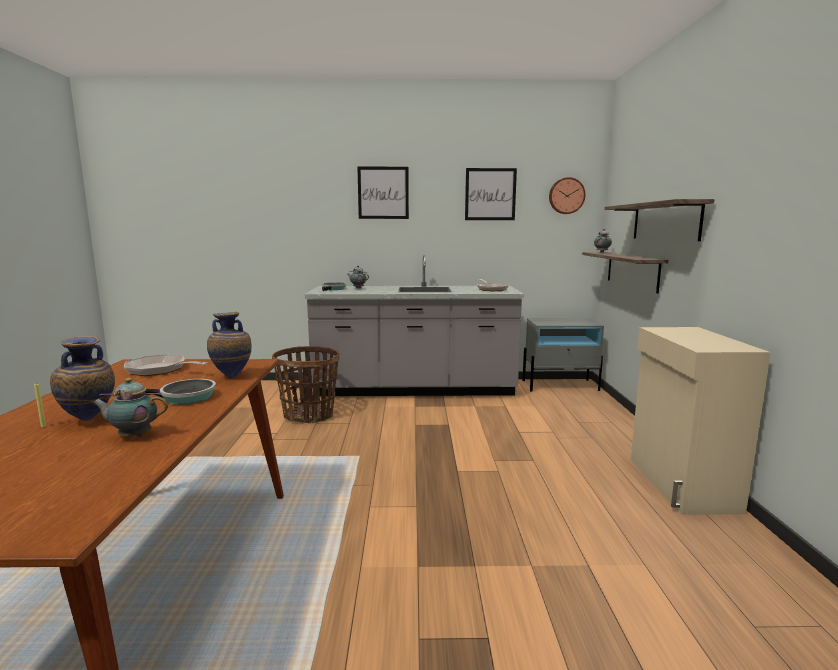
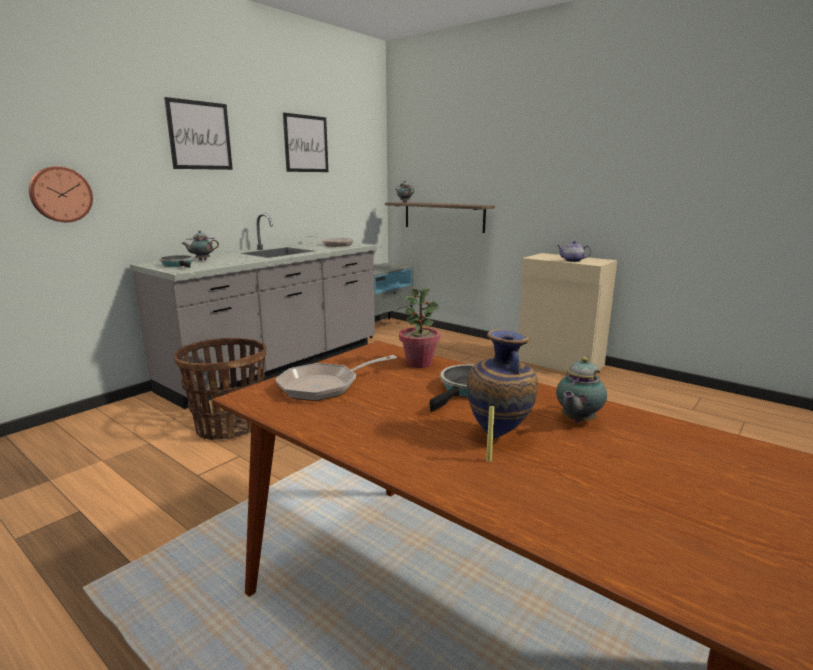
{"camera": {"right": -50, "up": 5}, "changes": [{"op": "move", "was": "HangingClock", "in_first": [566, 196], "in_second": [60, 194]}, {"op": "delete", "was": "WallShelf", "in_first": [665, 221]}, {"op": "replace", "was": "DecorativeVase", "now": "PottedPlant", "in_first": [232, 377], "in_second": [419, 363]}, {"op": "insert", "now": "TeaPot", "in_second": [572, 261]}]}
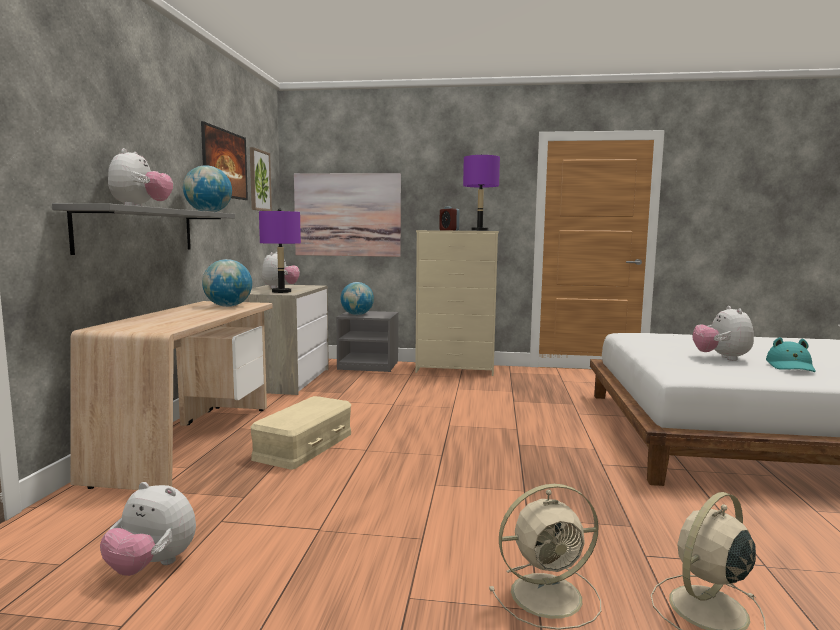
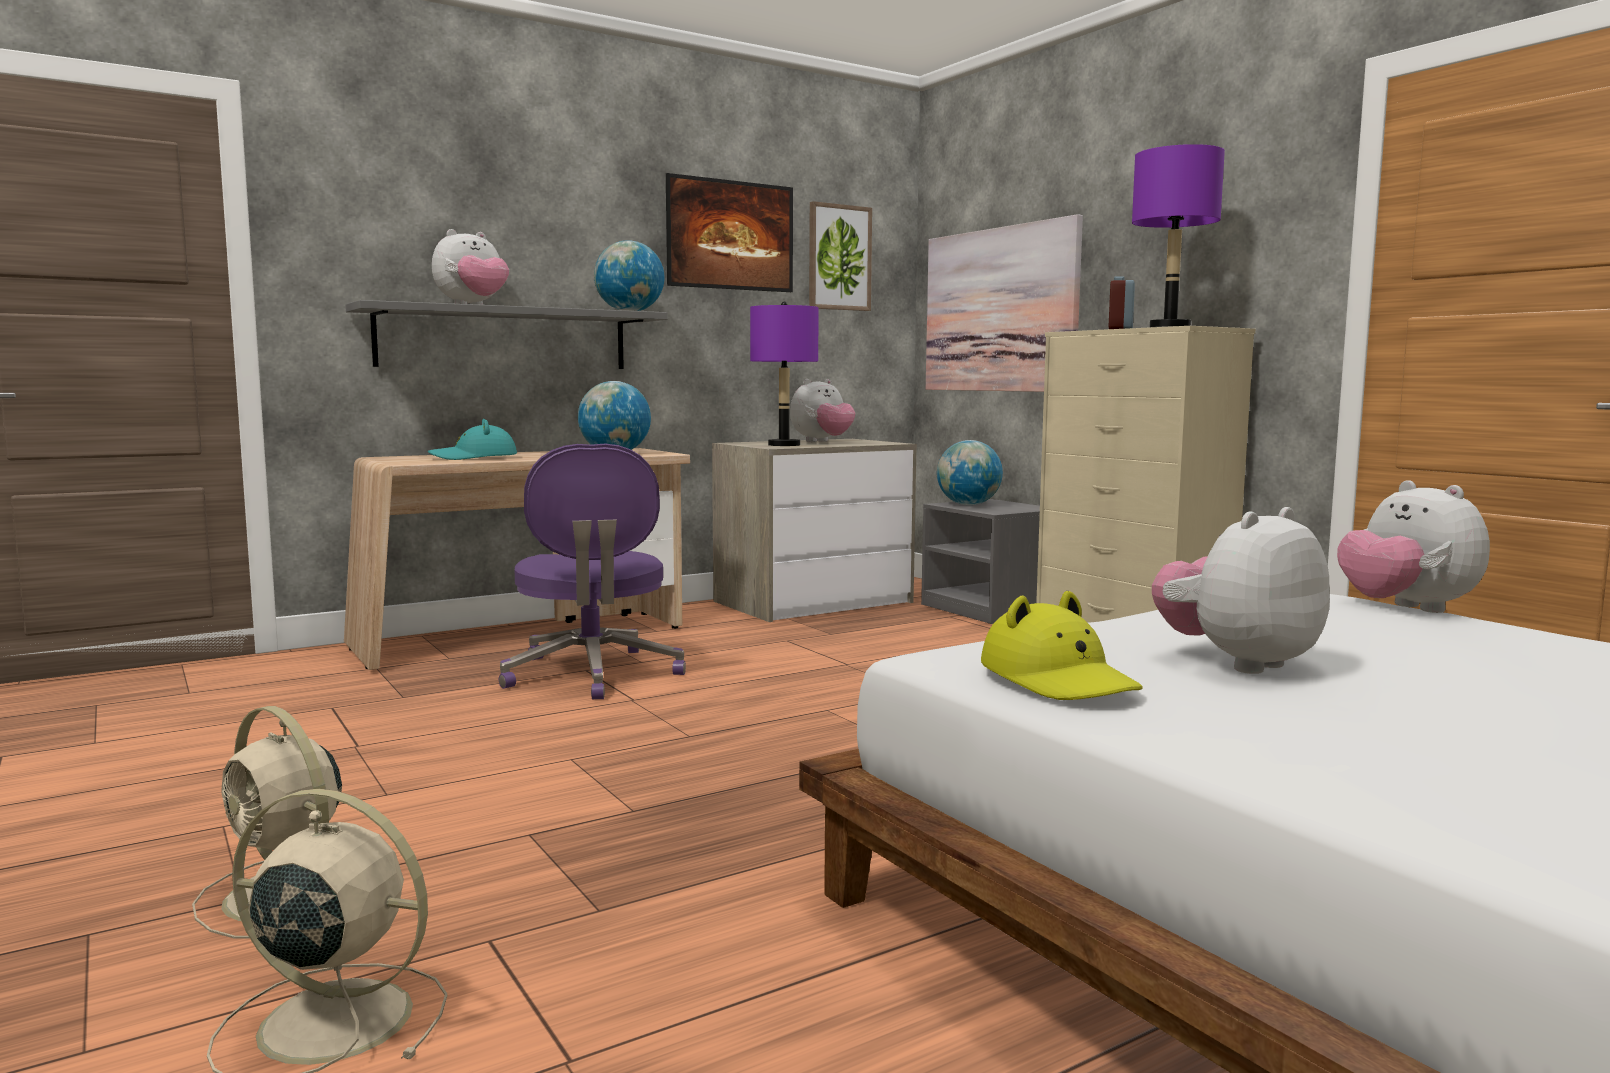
{"camera": {"right": 50, "up": 0}, "changes": [{"op": "move", "was": "TurquoiseClothingHat", "in_first": [791, 366], "in_second": [474, 457]}, {"op": "replace", "was": "BeigeStorageContainer", "now": "PurplishDeskChair", "in_first": [305, 446], "in_second": [592, 674]}, {"op": "move", "was": "CuddlyToy", "in_first": [152, 566], "in_second": [1406, 609]}, {"op": "insert", "now": "YellowishClothingHat", "in_second": [1059, 679]}]}
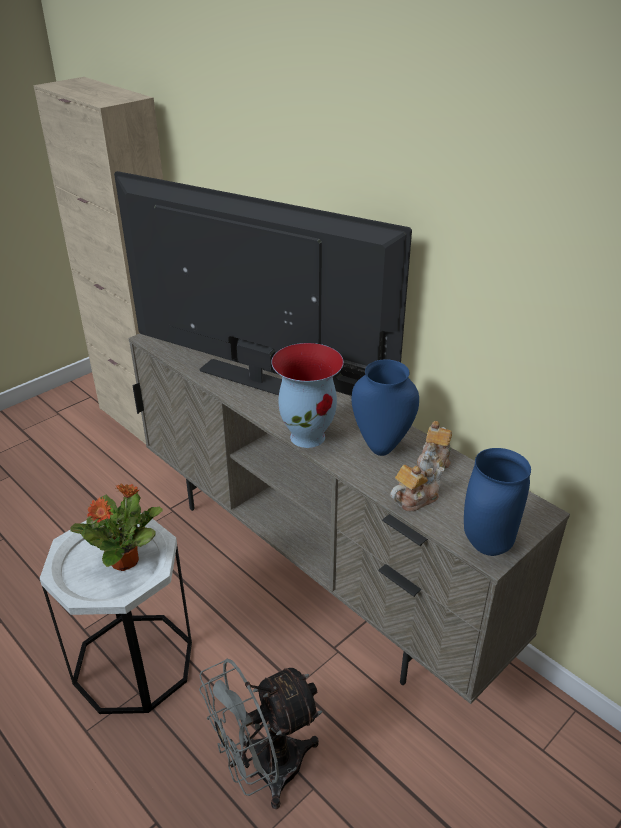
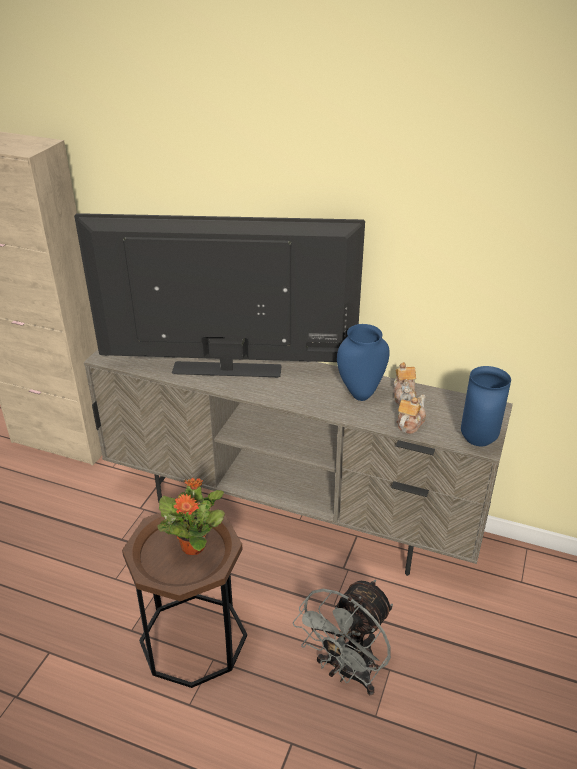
{"camera": {"right": -25, "up": 0}, "changes": [{"op": "delete", "was": "DecorativeVase", "in_first": [308, 436]}, {"op": "recolor", "was": "WhitishEndTable", "now": "BrownishEndTable", "in_first": [133, 663], "in_second": [193, 639]}]}
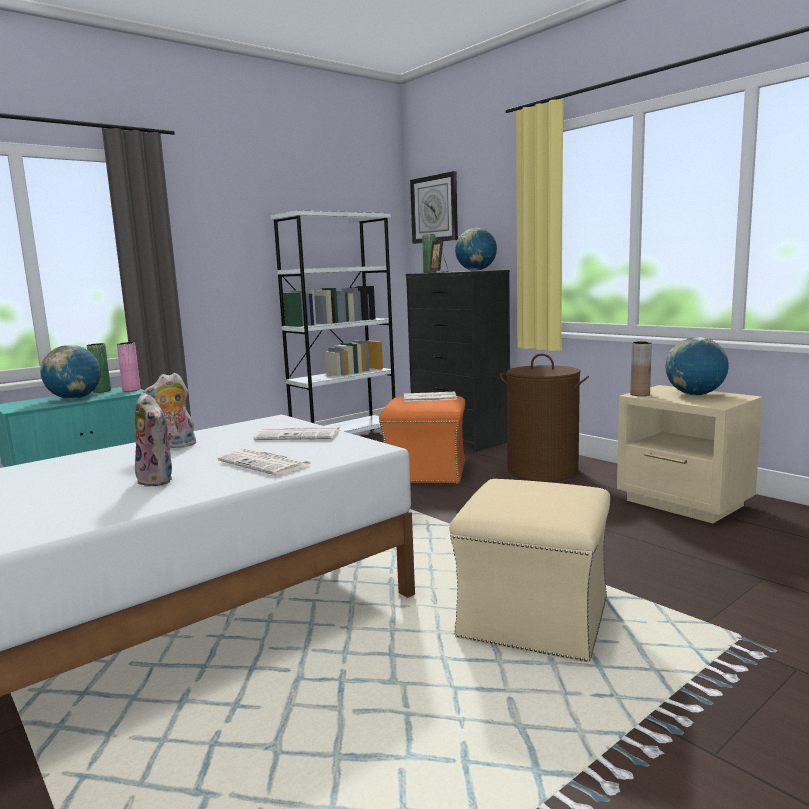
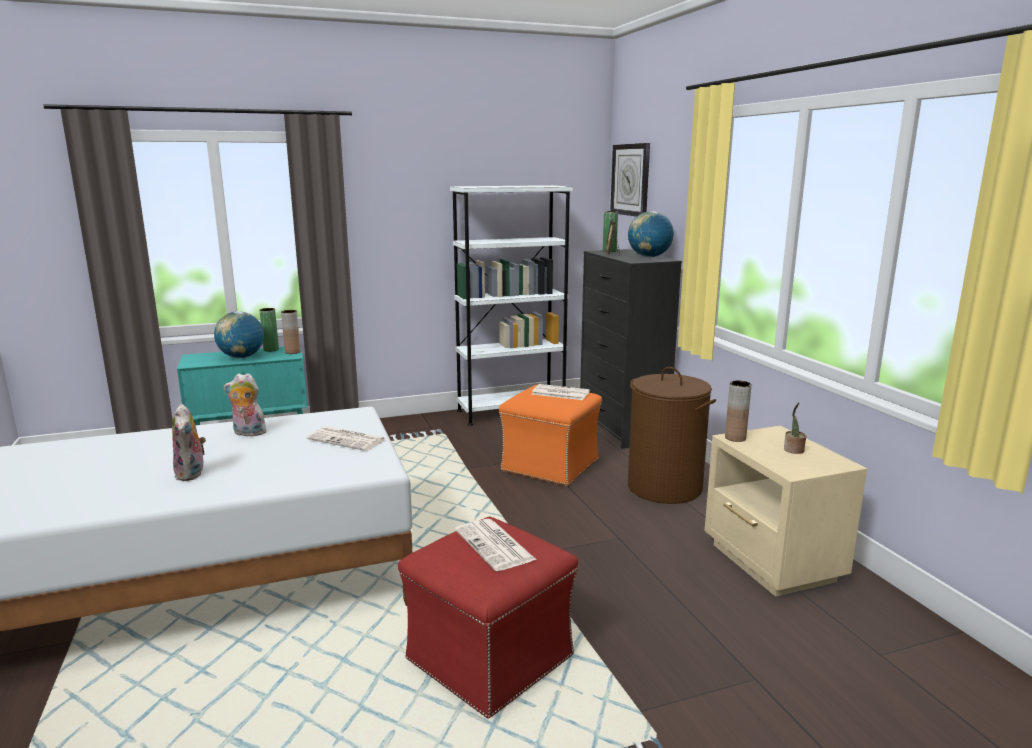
{"camera": {"right": 20, "up": 5}, "changes": [{"op": "replace", "was": "WorldGlobe", "now": "PottedPlant", "in_first": [695, 395], "in_second": [793, 450]}, {"op": "recolor", "was": "PinkColouredDecorativeVase", "now": "BrownishDecorativeVase", "in_first": [131, 390], "in_second": [292, 352]}, {"op": "move", "was": "Newspaper", "in_first": [266, 463], "in_second": [495, 545]}, {"op": "recolor", "was": "BeigeFootrest", "now": "RedColouredFootrest", "in_first": [533, 619], "in_second": [488, 659]}]}
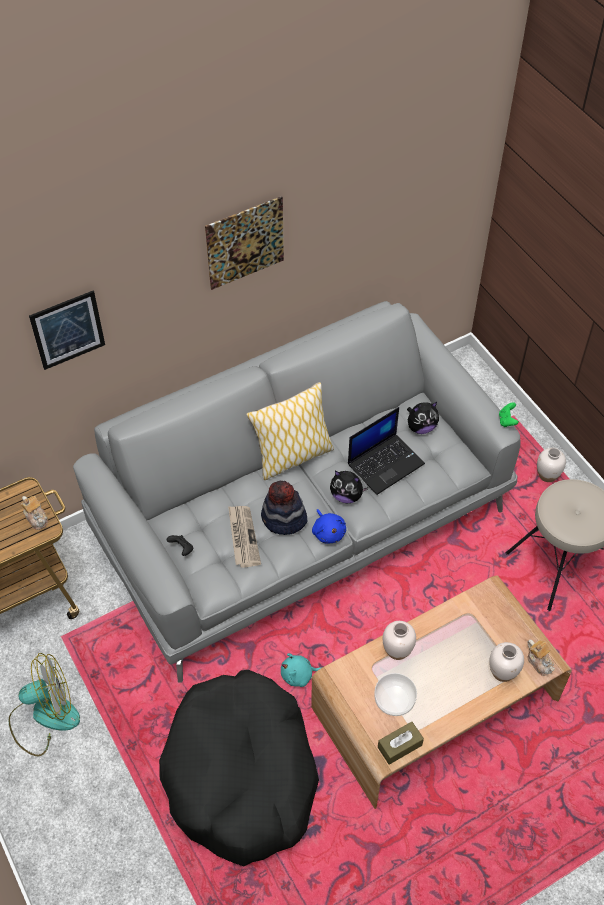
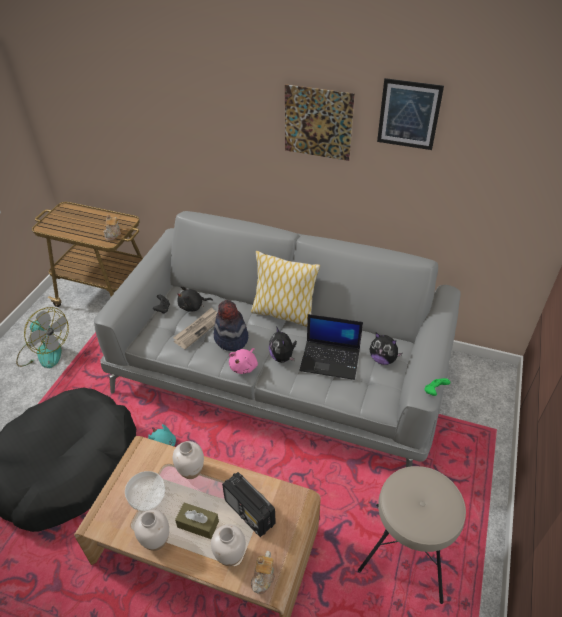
{"camera": {"right": 50, "up": -10}, "changes": [{"op": "move", "was": "WallArt", "in_first": [68, 330], "in_second": [409, 114]}, {"op": "move", "was": "WhitishDecorativeVase", "in_first": [547, 475], "in_second": [156, 540]}, {"op": "recolor", "was": "BluishCuddlyToy", "now": "PinkColouredCuddlyToy", "in_first": [328, 532], "in_second": [244, 366]}, {"op": "move", "was": "BrownishBoxOfTissues", "in_first": [399, 746], "in_second": [198, 524]}, {"op": "insert", "now": "BlackCuddlyToy", "in_second": [193, 306]}, {"op": "insert", "now": "Radio", "in_second": [250, 513]}]}
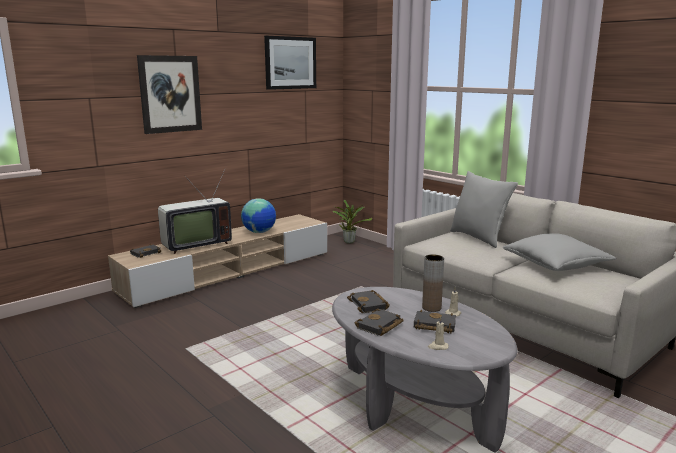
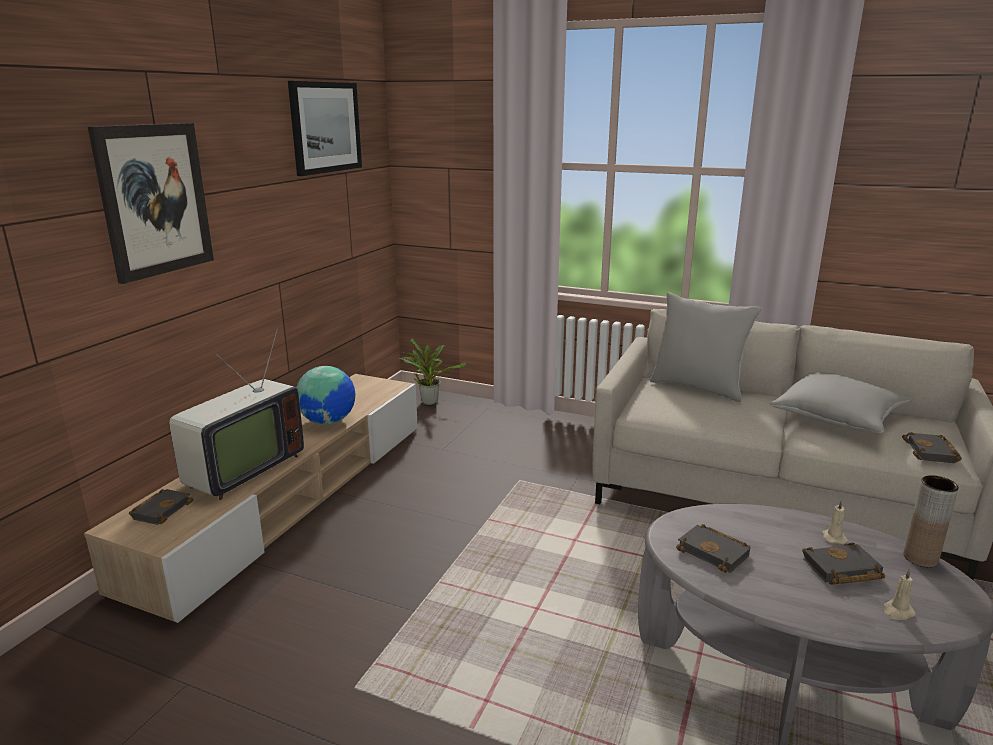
{"camera": {"right": -25, "up": 5}, "changes": [{"op": "move", "was": "BrownishDecorativeVase", "in_first": [431, 308], "in_second": [920, 558]}, {"op": "move", "was": "BlackBoundBook", "in_first": [379, 326], "in_second": [932, 453]}]}
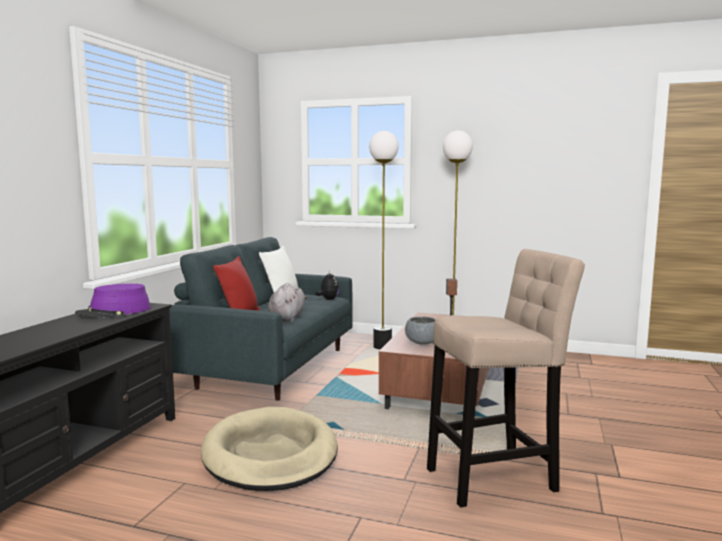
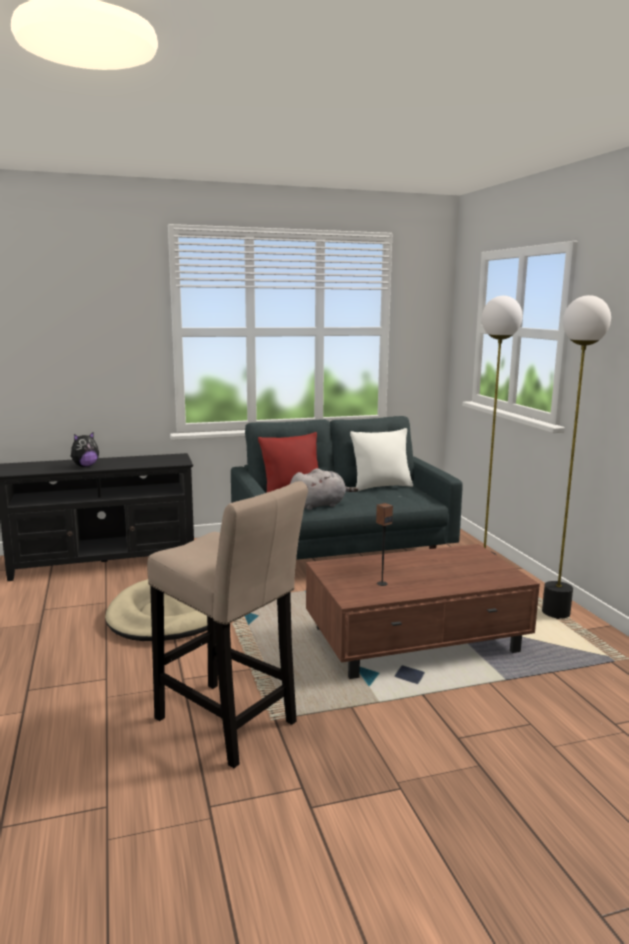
{"camera": {"right": 55, "up": 5}, "changes": [{"op": "move", "was": "CuddlyToy", "in_first": [328, 299], "in_second": [85, 466]}, {"op": "delete", "was": "PurplishClothingHat", "in_first": [114, 312]}, {"op": "delete", "was": "GrayDeepDish", "in_first": [422, 343]}]}
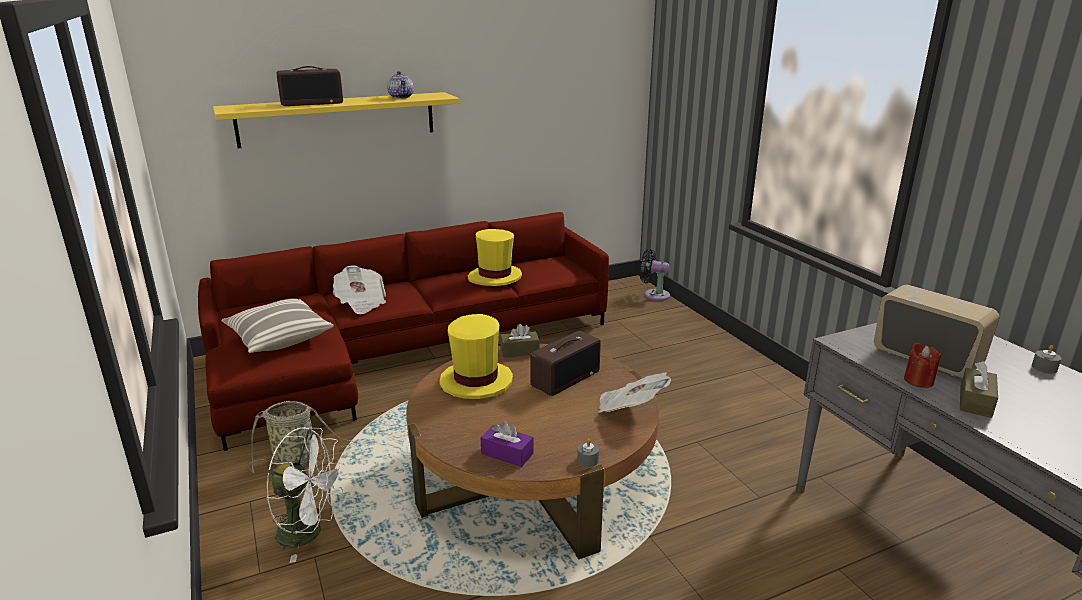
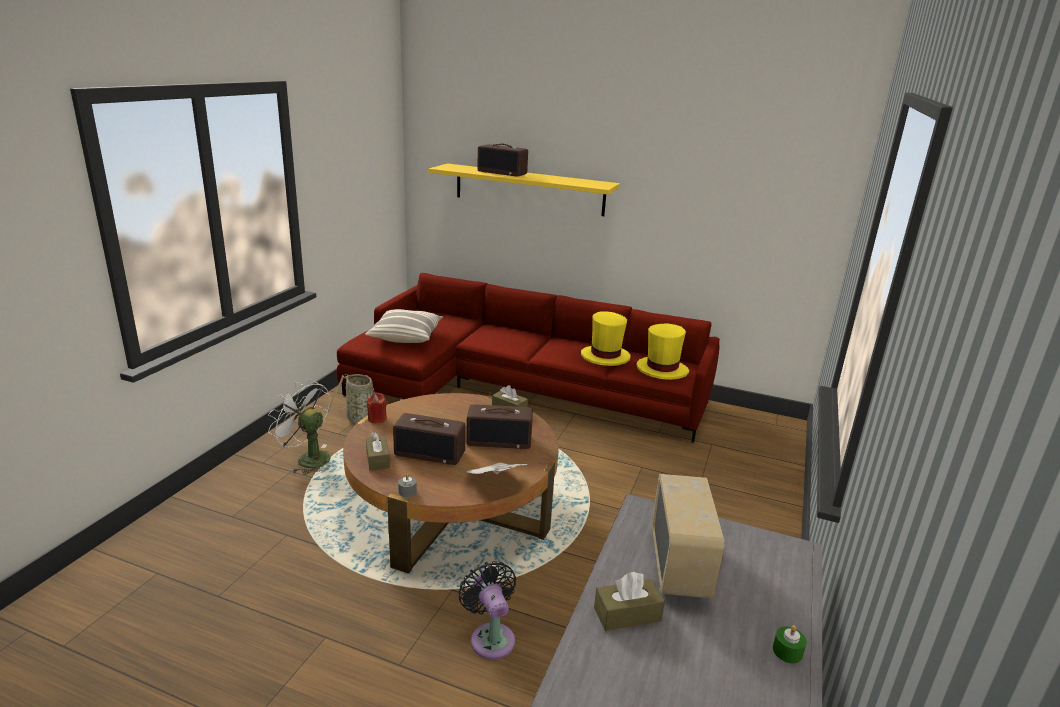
{"camera": {"right": 45, "up": 0}, "changes": [{"op": "delete", "was": "TeaPot", "in_first": [401, 97]}, {"op": "move", "was": "BlackFan", "in_first": [654, 295], "in_second": [491, 637]}, {"op": "delete", "was": "Newspaper", "in_first": [361, 303]}, {"op": "move", "was": "YellowishClothingHat", "in_first": [476, 382], "in_second": [662, 370]}, {"op": "move", "was": "RedColouredCandle", "in_first": [918, 381], "in_second": [377, 419]}, {"op": "recolor", "was": "GrayCandle", "now": "GreenColouredCandle", "in_first": [1044, 368], "in_second": [787, 651]}, {"op": "recolor", "was": "PurplishBoxOfTissues", "now": "BrownishBoxOfTissues", "in_first": [507, 454], "in_second": [378, 459]}, {"op": "rotate", "was": "WhitishFan", "in_first": [309, 533], "in_second": [307, 458], "clockwise": 150}, {"op": "insert", "now": "Radio", "in_second": [430, 453]}]}
